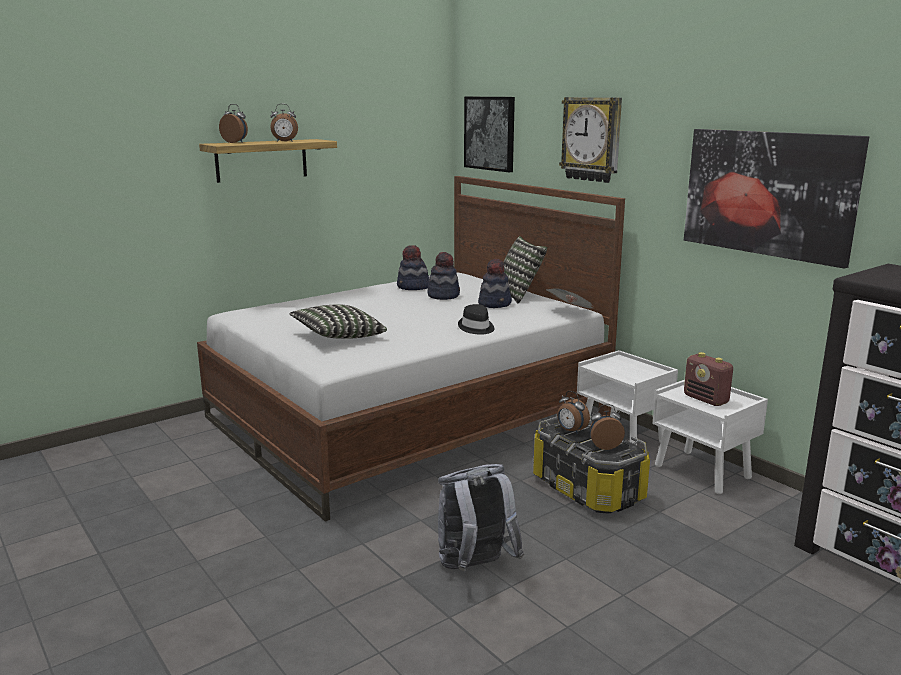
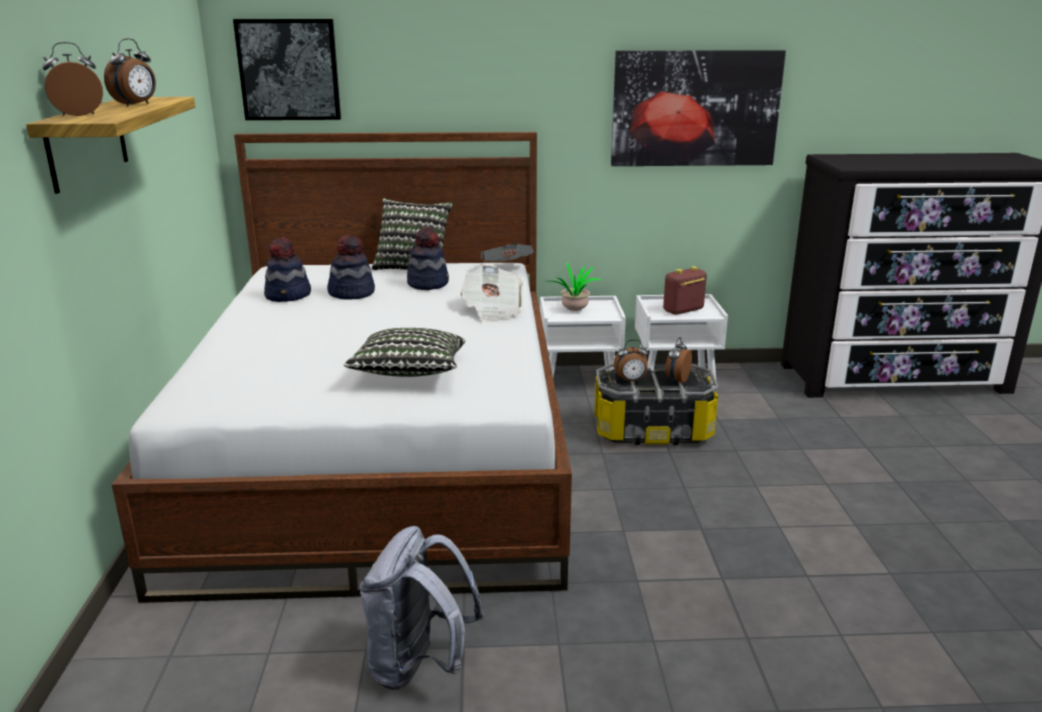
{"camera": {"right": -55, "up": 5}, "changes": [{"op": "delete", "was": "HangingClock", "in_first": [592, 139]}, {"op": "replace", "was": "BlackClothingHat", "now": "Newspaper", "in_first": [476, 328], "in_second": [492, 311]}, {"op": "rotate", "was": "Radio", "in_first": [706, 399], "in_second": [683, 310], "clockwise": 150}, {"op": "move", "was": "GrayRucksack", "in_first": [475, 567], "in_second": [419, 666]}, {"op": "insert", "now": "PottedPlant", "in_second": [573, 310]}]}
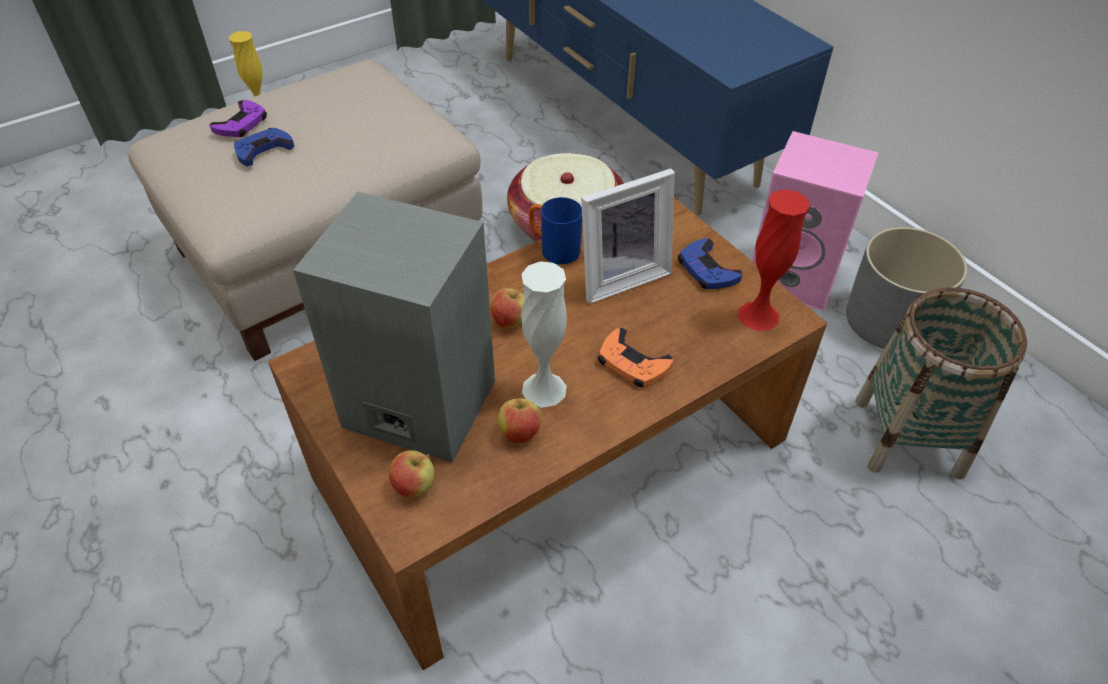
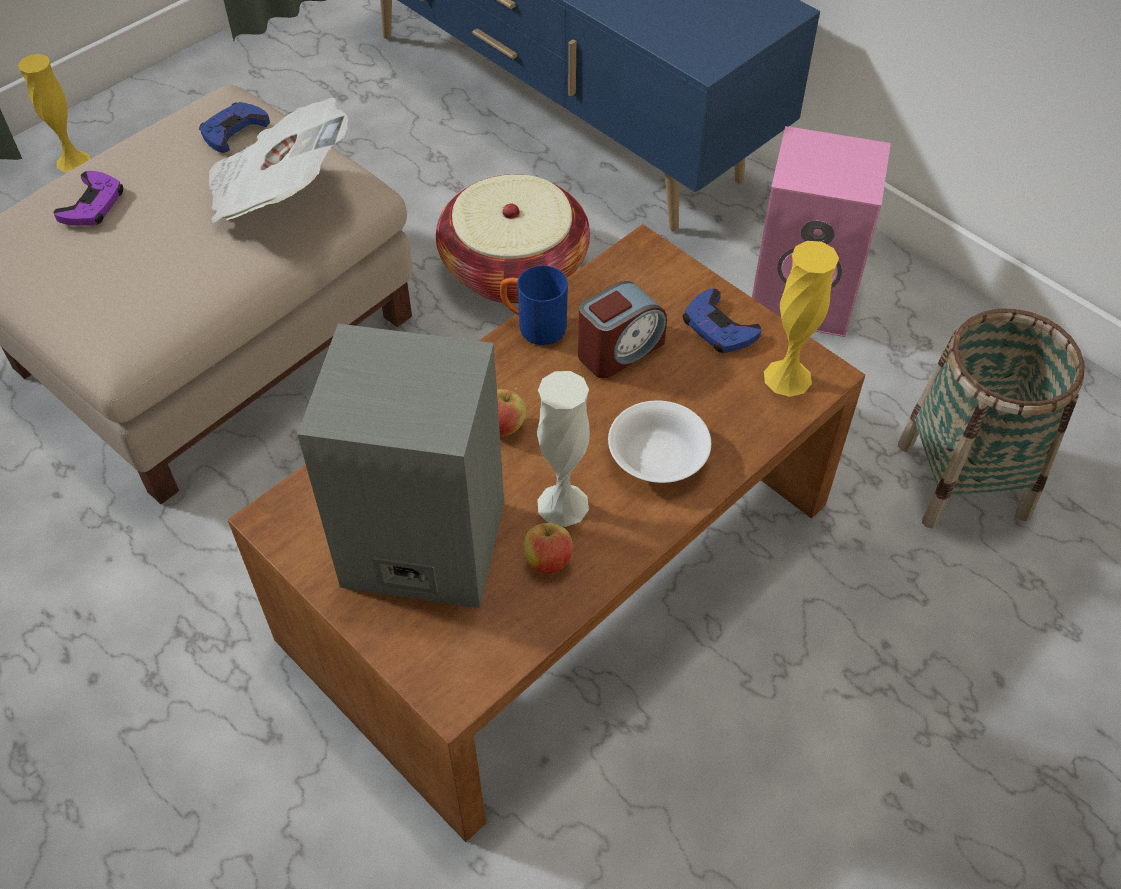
{"camera": {"right": -10, "up": 5}, "changes": [{"op": "move", "was": "BluishGamepad", "in_first": [263, 150], "in_second": [233, 131]}, {"op": "replace", "was": "PhotoFrame", "now": "AlarmClock", "in_first": [620, 276], "in_second": [619, 350]}, {"op": "recolor", "was": "RedColouredDecorativeVase", "now": "YellowishDecorativeVase", "in_first": [758, 316], "in_second": [787, 377]}, {"op": "delete", "was": "GrayPlanter", "in_first": [890, 319]}, {"op": "replace", "was": "OrangeGamepad", "now": "WhitishDeepDish", "in_first": [632, 363], "in_second": [656, 457]}, {"op": "delete", "was": "AppleFruit", "in_first": [414, 487]}, {"op": "insert", "now": "Newspaper", "in_second": [279, 192]}]}
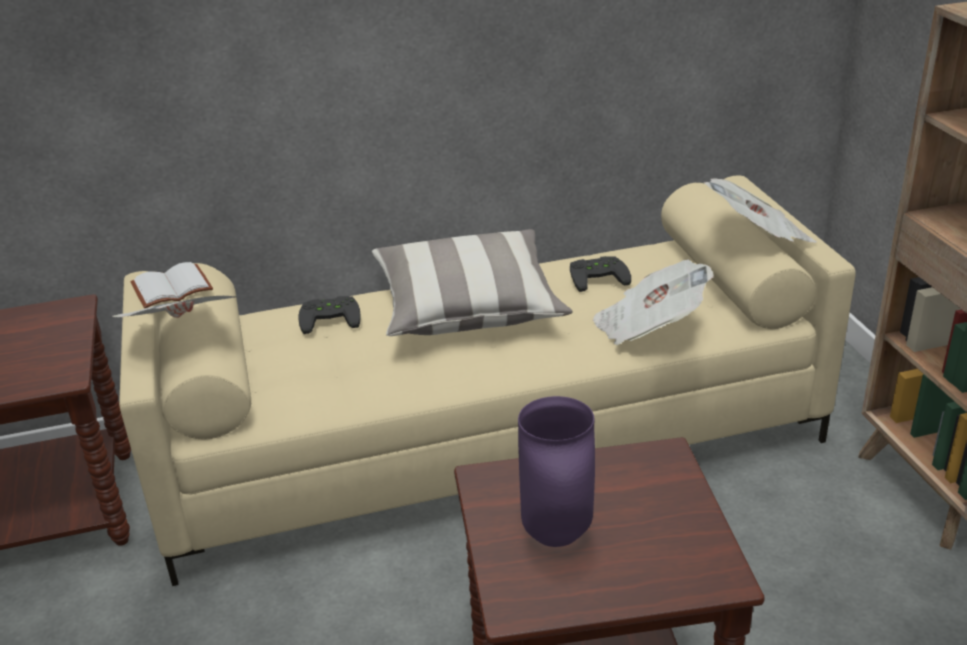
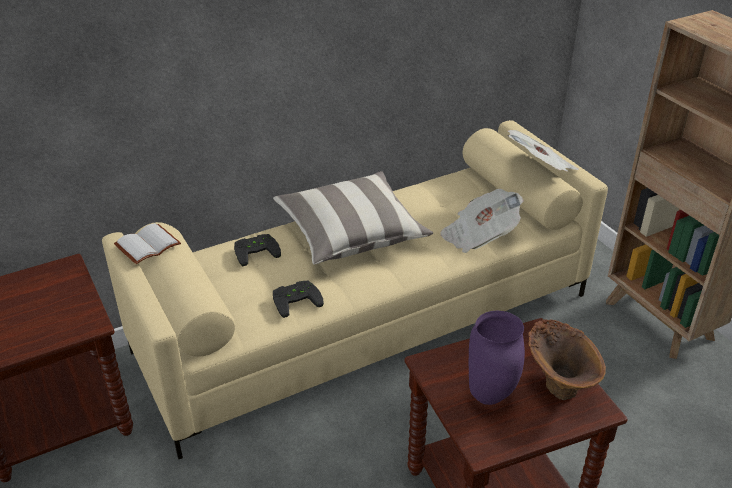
{"camera": {"right": -15, "up": 5}, "changes": [{"op": "move", "was": "BlackGamepad", "in_first": [597, 276], "in_second": [296, 299]}, {"op": "delete", "was": "Newspaper", "in_first": [183, 333]}, {"op": "insert", "now": "BrownishDecorativeVase", "in_second": [559, 382]}]}
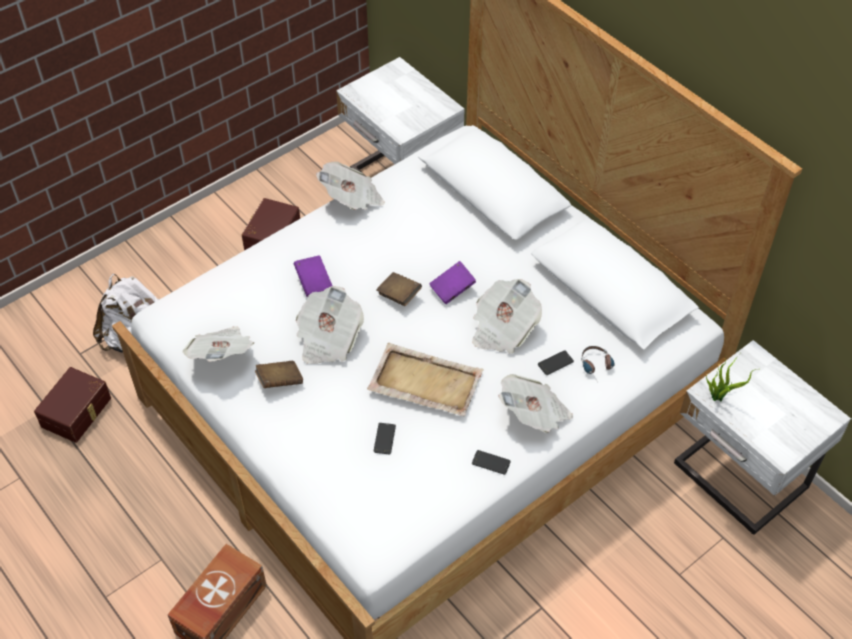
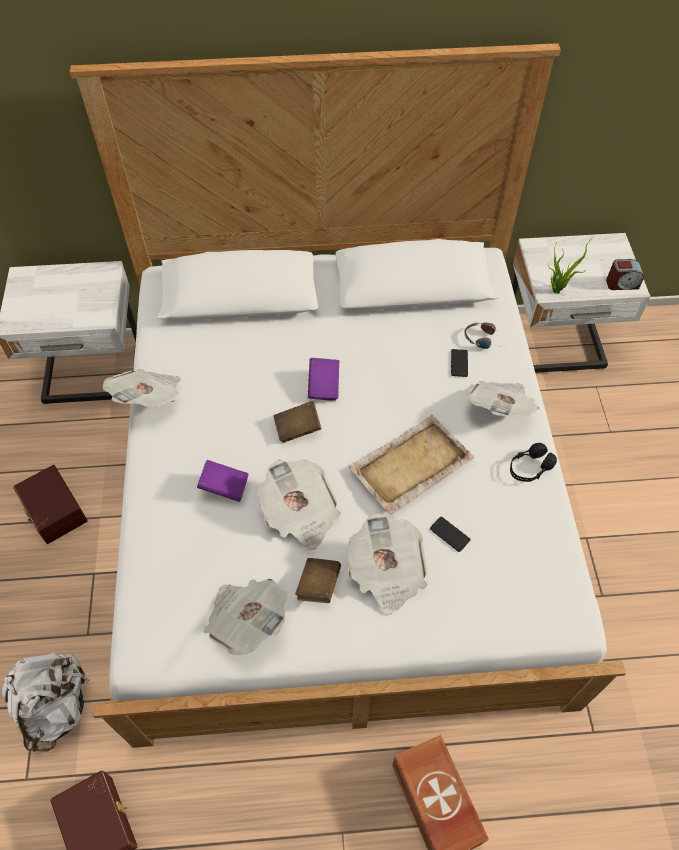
{"camera": {"right": -55, "up": 5}, "changes": [{"op": "move", "was": "Newspaper", "in_first": [502, 329], "in_second": [386, 573]}, {"op": "replace", "was": "Telephone", "now": "BlackPairOfHeadphones", "in_first": [491, 462], "in_second": [529, 468]}, {"op": "insert", "now": "AlarmClock", "in_second": [622, 284]}]}
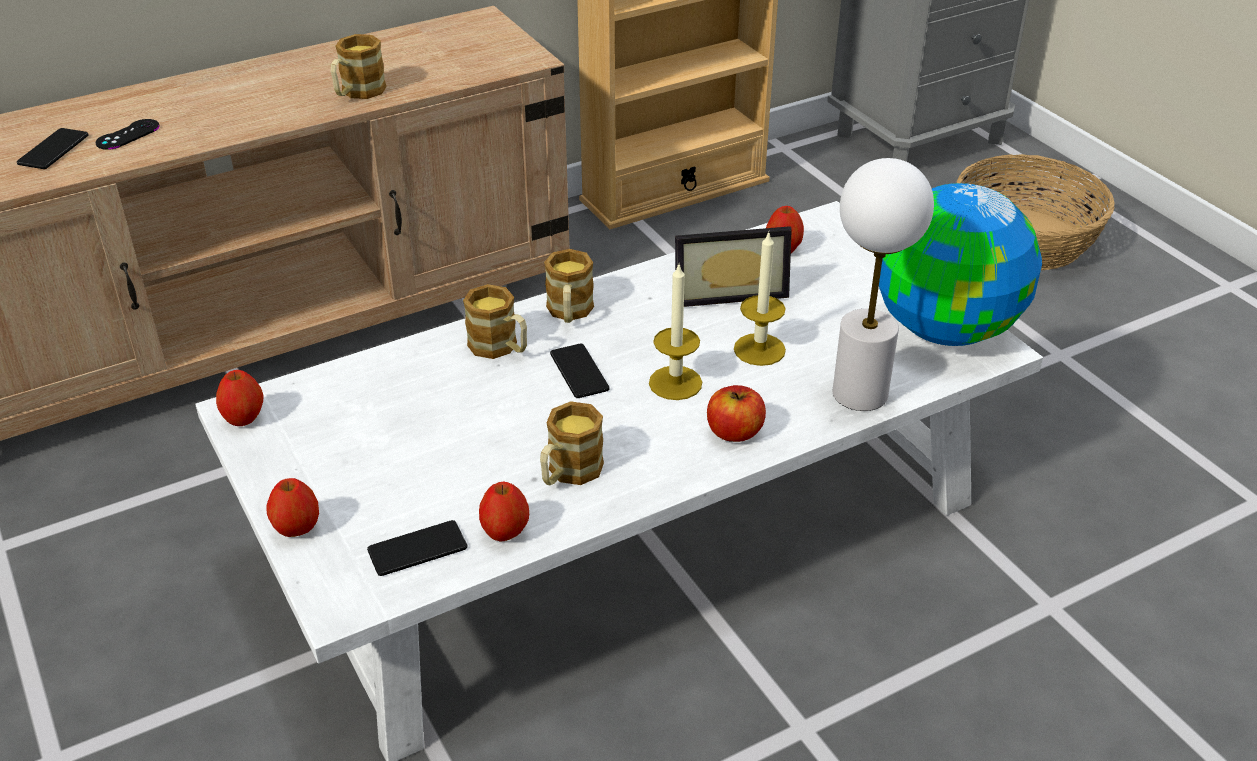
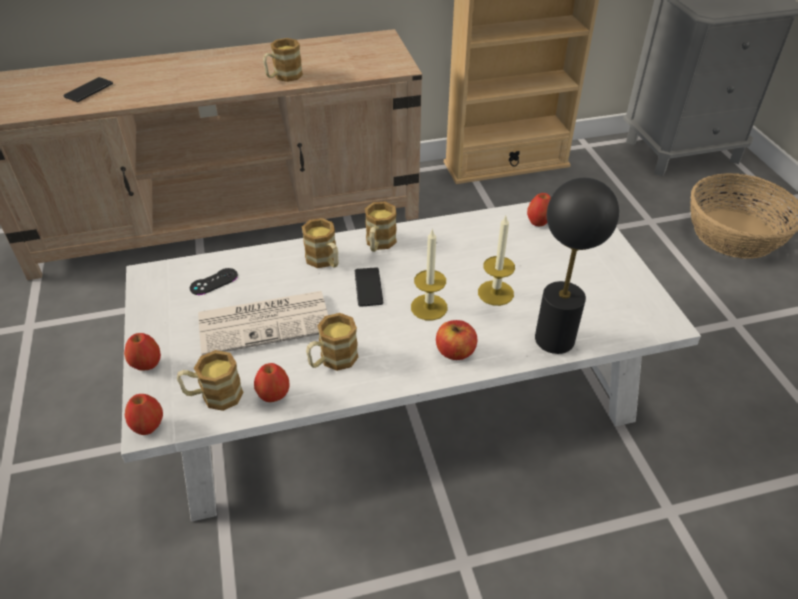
{"camera": {"right": 15, "up": 5}, "changes": [{"op": "move", "was": "BlackGamepad", "in_first": [128, 135], "in_second": [214, 282]}, {"op": "recolor", "was": "WhitishTabletopLamp", "now": "BlackTabletopLamp", "in_first": [859, 393], "in_second": [554, 339]}, {"op": "delete", "was": "WorldGlobe", "in_first": [945, 329]}, {"op": "delete", "was": "PhotoFrame", "in_first": [728, 291]}, {"op": "move", "was": "AppleFruit", "in_first": [244, 418], "in_second": [148, 427]}, {"op": "replace", "was": "Telephone", "now": "Mug", "in_first": [417, 549], "in_second": [213, 396]}, {"op": "insert", "now": "Newspaper", "in_second": [266, 322]}]}
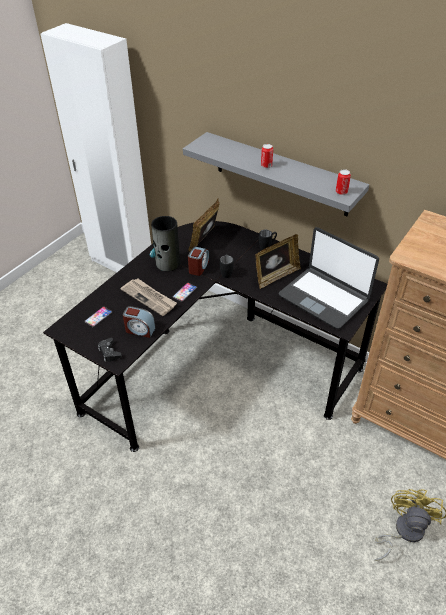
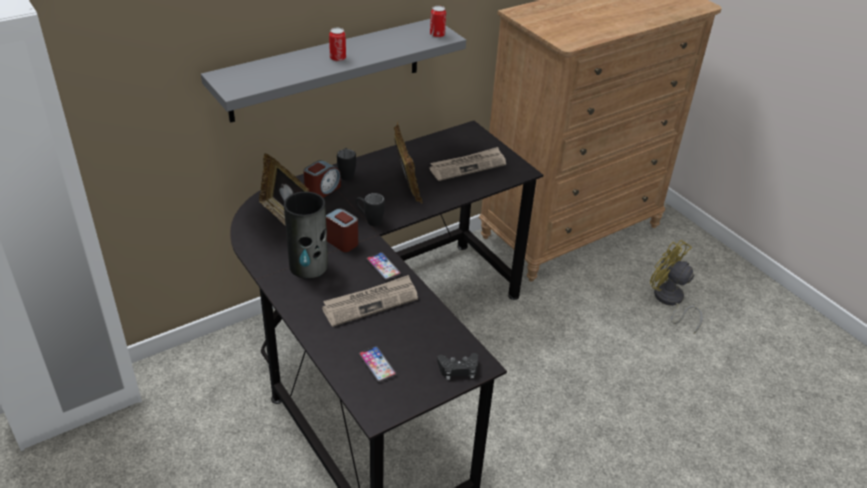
{"camera": {"right": -70, "up": -5}, "changes": [{"op": "replace", "was": "NotebookComputer", "now": "Newspaper", "in_first": [324, 298], "in_second": [468, 166]}, {"op": "move", "was": "AlarmClock", "in_first": [140, 330], "in_second": [322, 190]}]}
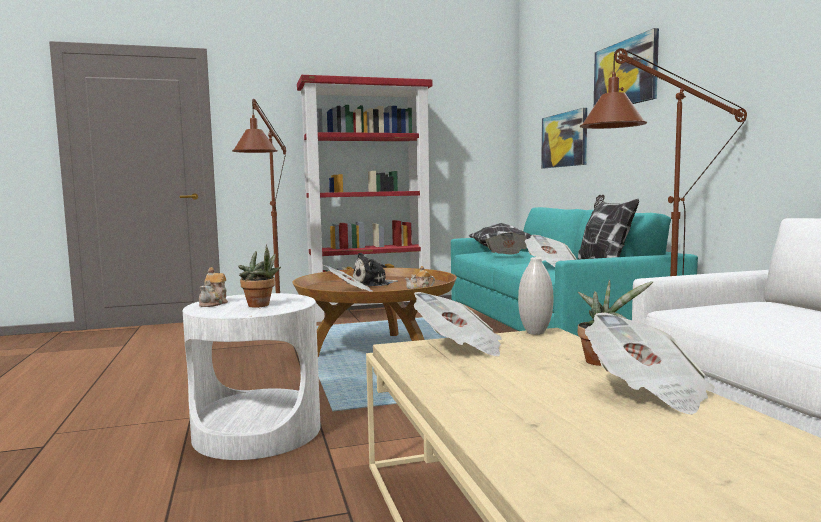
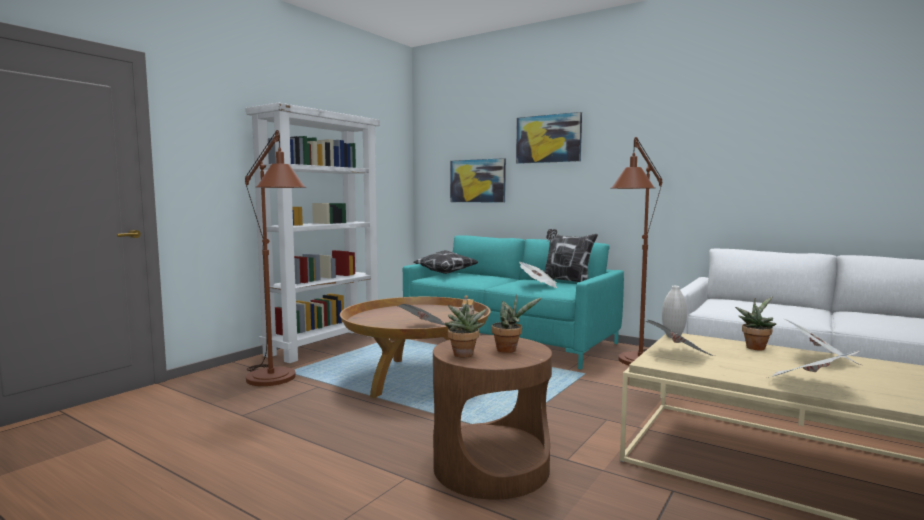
{"camera": {"right": -40, "up": 0}, "changes": [{"op": "recolor", "was": "RedColouredBookshelf", "now": "WhitishBookshelf", "in_first": [371, 313], "in_second": [324, 344]}, {"op": "move", "was": "Newspaper", "in_first": [508, 256], "in_second": [808, 385]}, {"op": "delete", "was": "CuddlyToy", "in_first": [373, 284]}, {"op": "replace", "was": "TeaPot", "now": "PottedPlant", "in_first": [214, 303], "in_second": [463, 355]}, {"op": "recolor", "was": "WhitishEndTable", "now": "BrownishEndTable", "in_first": [258, 431], "in_second": [491, 467]}]}
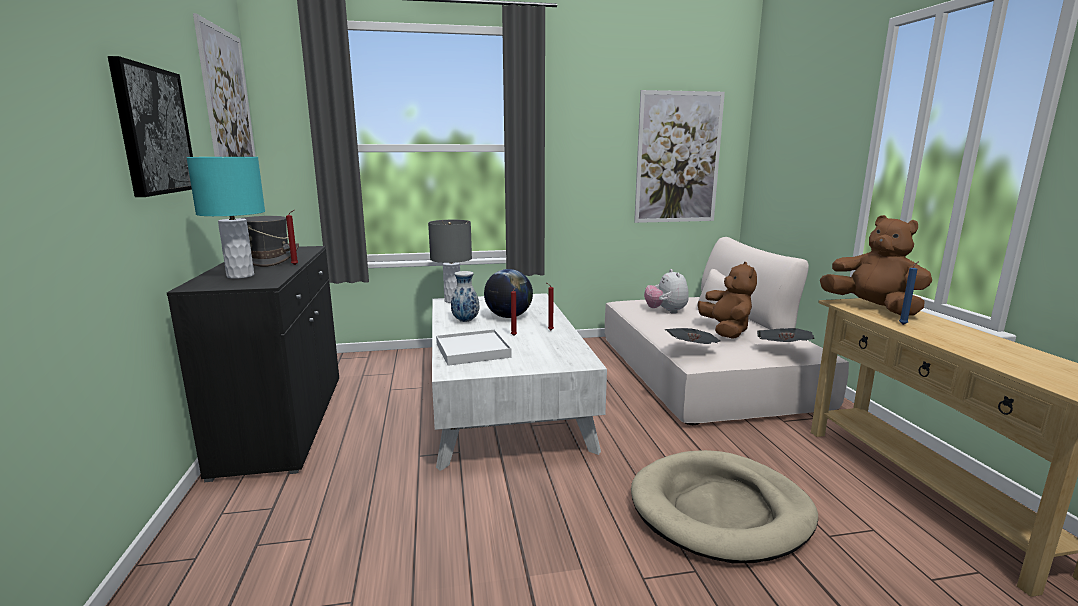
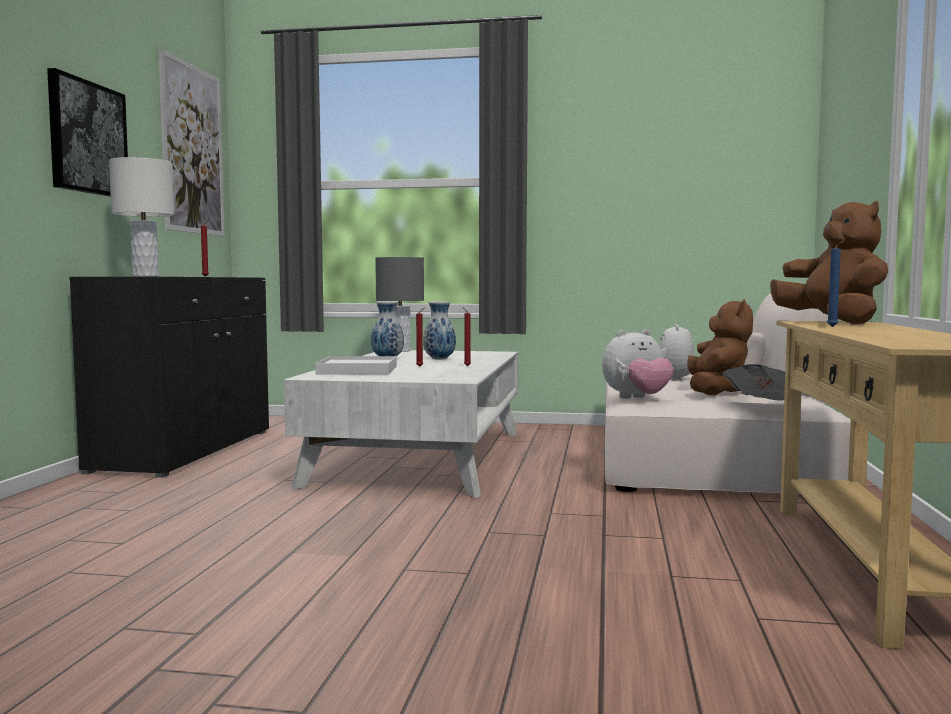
{"camera": {"right": 20, "up": -10}, "changes": [{"op": "delete", "was": "WallArt", "in_first": [678, 158]}, {"op": "recolor", "was": "TurquoiseTabletopLamp", "now": "WhitishTabletopLamp", "in_first": [240, 276], "in_second": [145, 276]}, {"op": "delete", "was": "GrayClothingHat", "in_first": [267, 260]}, {"op": "replace", "was": "WorldGlobe", "now": "DecorativeVase", "in_first": [508, 317], "in_second": [439, 359]}, {"op": "replace", "was": "Newspaper", "now": "CuddlyToy", "in_first": [692, 350], "in_second": [637, 398]}, {"op": "delete", "was": "BeigeDogCushion", "in_first": [720, 510]}]}
